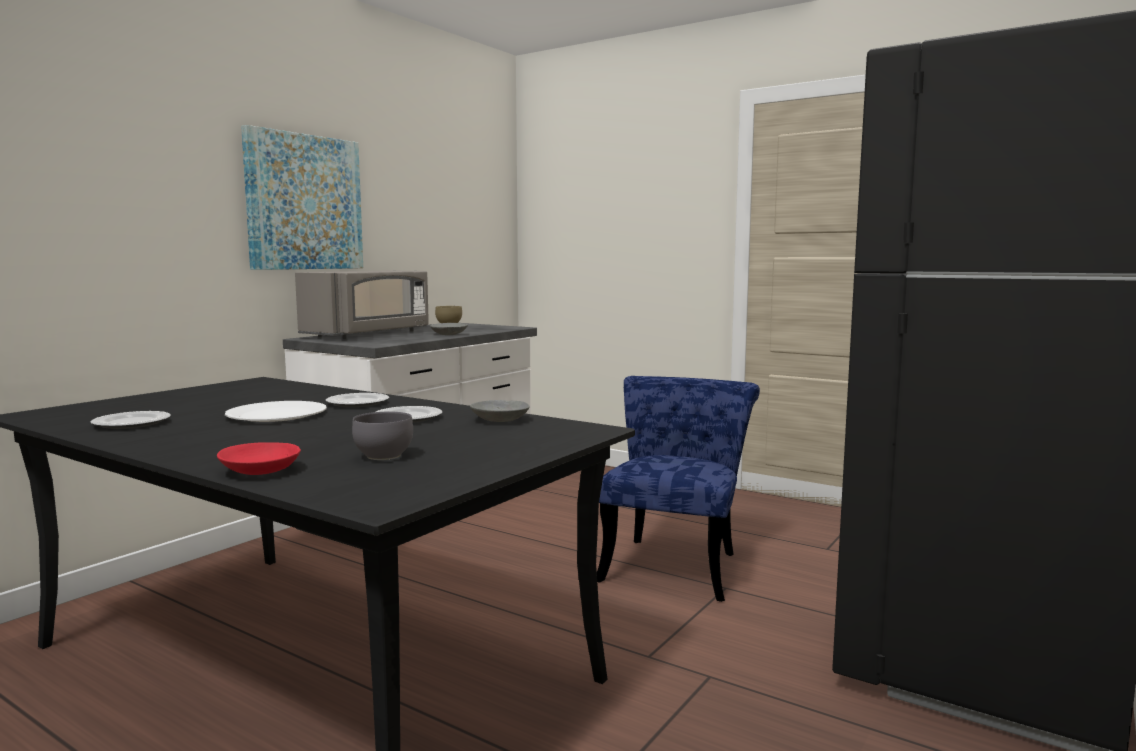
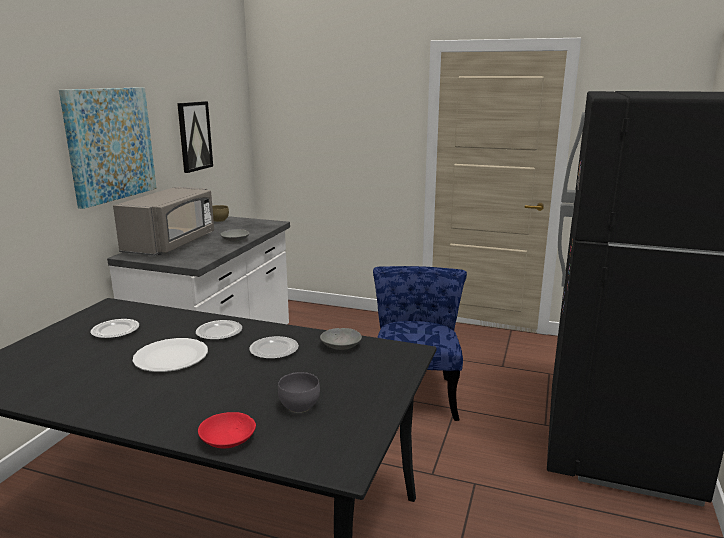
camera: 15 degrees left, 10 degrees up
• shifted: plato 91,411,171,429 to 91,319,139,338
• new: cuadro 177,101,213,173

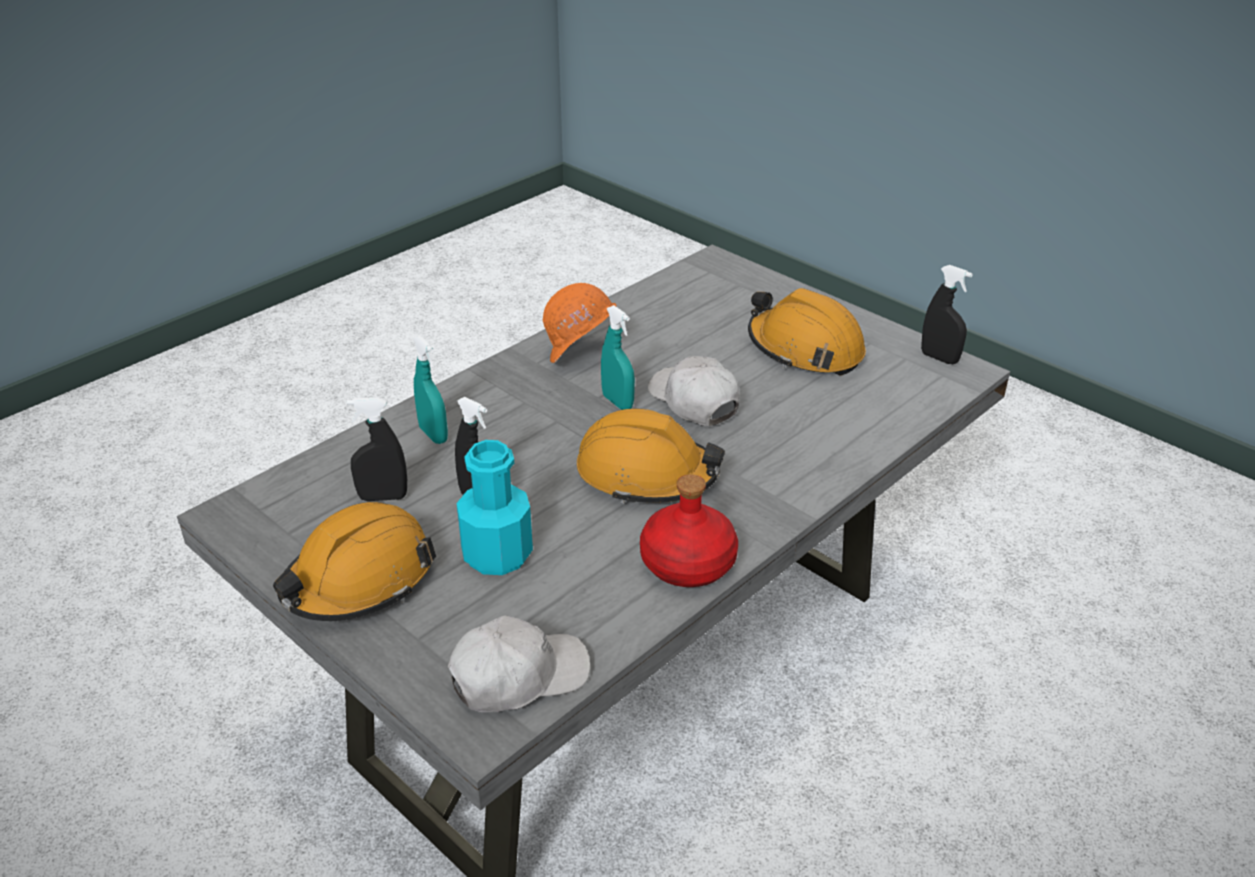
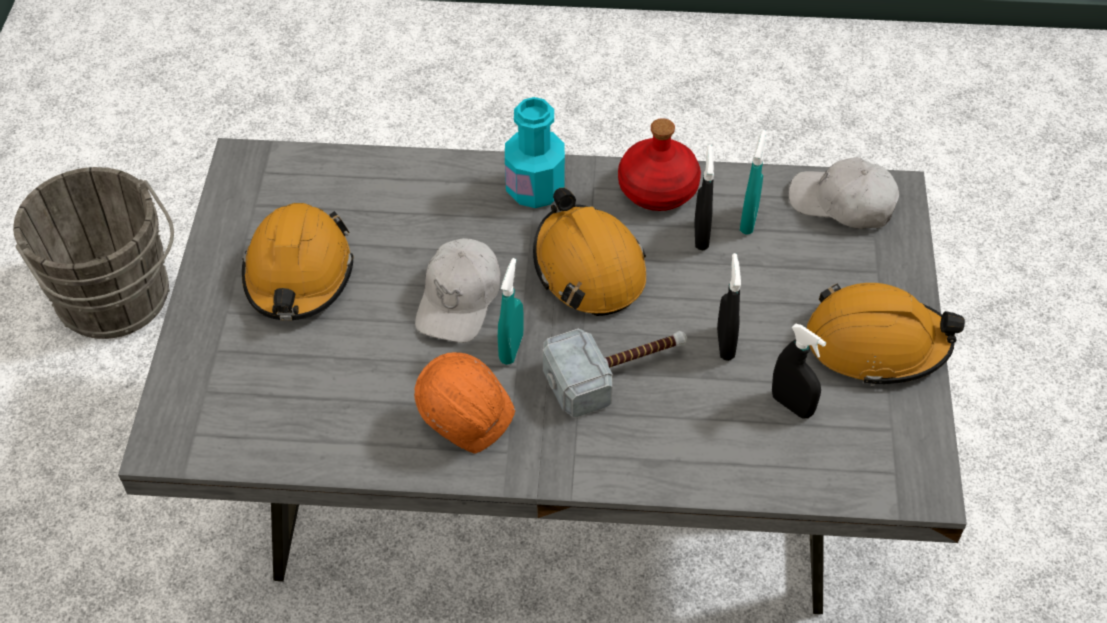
camera: 130 degrees left, 15 degrees up
• shifted: pulverizador/turquesa 413,336,448,444 to 740,130,766,235
• shifted: botella/turquesa 457,440,533,575 to 505,97,565,208
• shifted: pulverizador/negro 921,265,973,364 to 694,145,714,250
• new: cubo/gris 13,167,174,339
• new: martillo 543,329,687,417

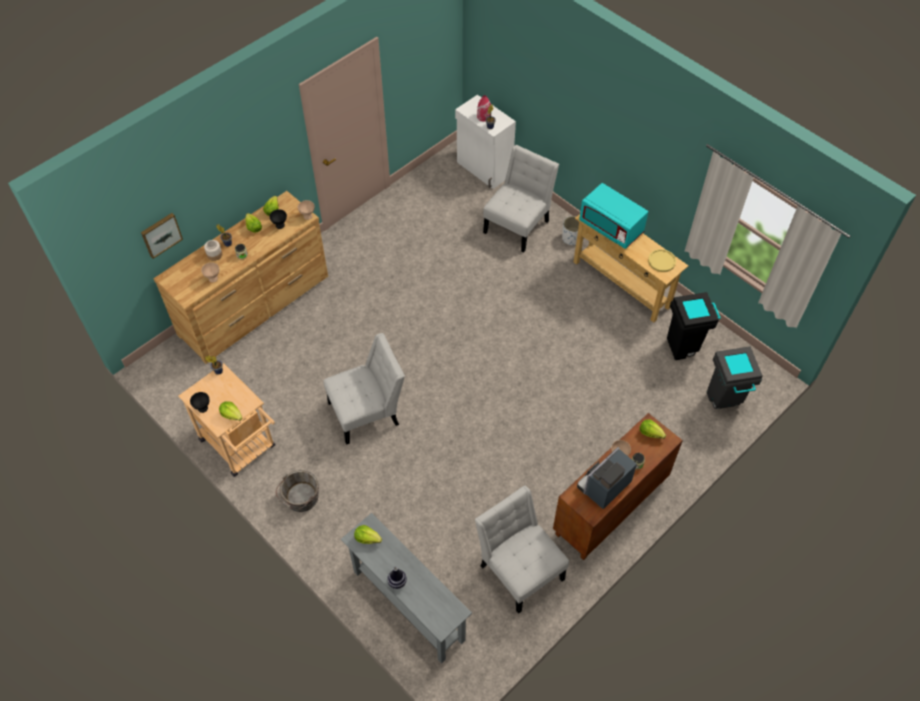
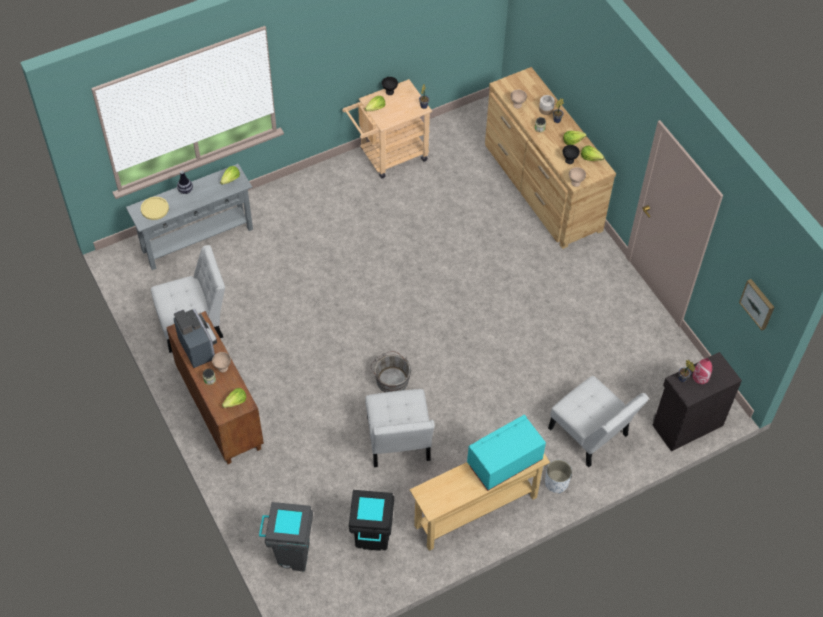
camera: 105 degrees right, 0 degrees up
• shifted: cuadro 141,213,183,259 to 739,279,774,331
• shifted: cubo/gris 276,470,319,512 to 371,351,411,392
• shifted: silla/blanco 323,333,405,445 to 365,389,435,467
• repainted: armario/blanco 455,95,516,189 to armario/negro 653,352,742,452
• shifted: plato/amarillo 648,249,676,272 to 141,197,169,220

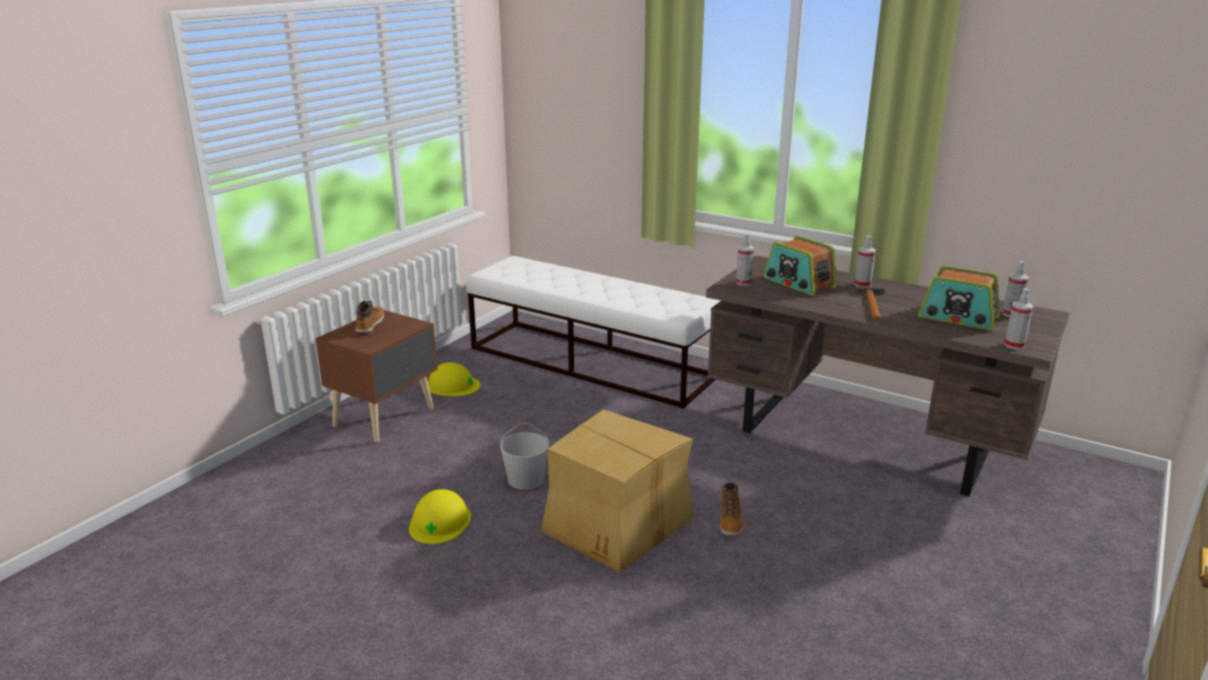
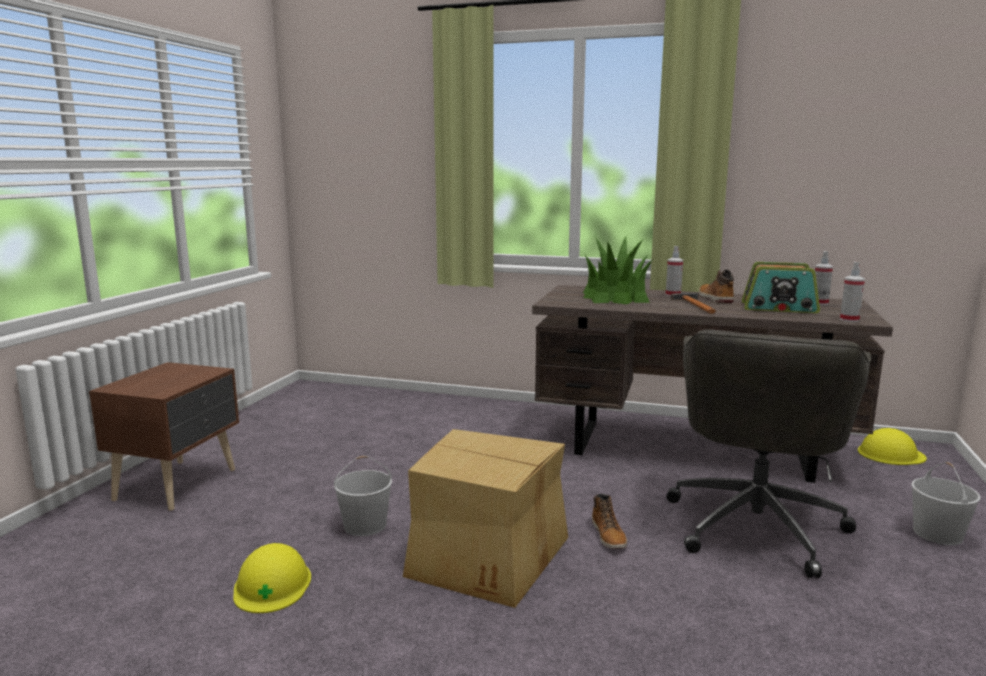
camera: 15 degrees left, 10 degrees down
• shifted: bota 355,300,384,335 to 699,270,734,303
• shifted: casco/amarillo 428,362,481,396 to 858,428,927,465
• gone: banco/blanco 466,256,721,409
• gone: pulverizador 736,233,754,286
• swapped: radio 764,236,837,295 to planta en maceta 583,237,652,304
• new: silla de oficina/gris 666,329,871,578
• new: cubo/blanco 911,462,981,545

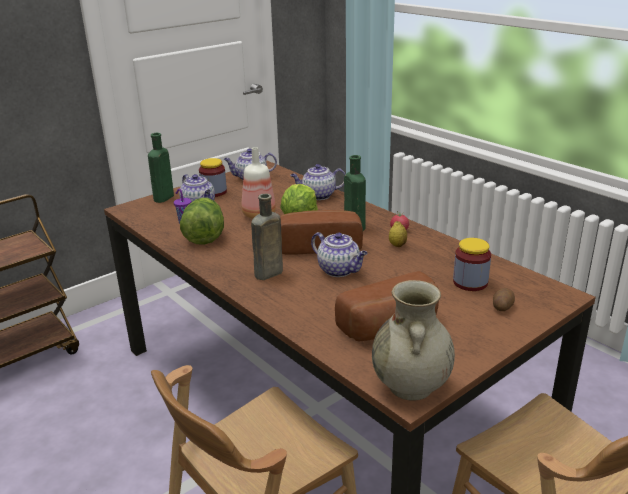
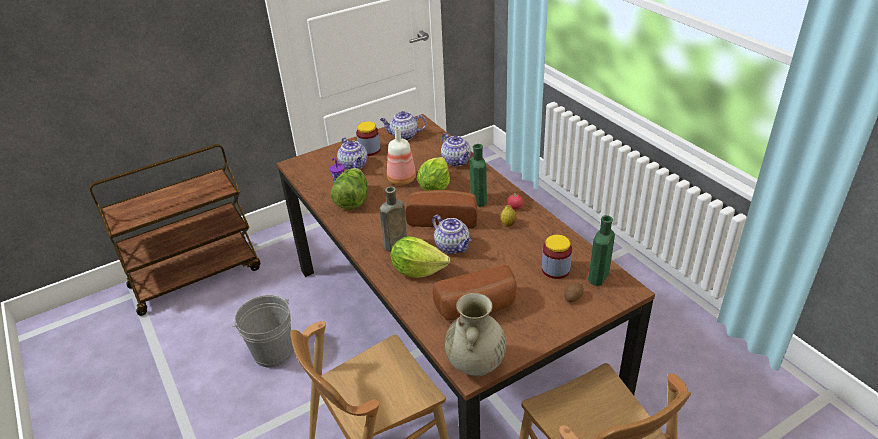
camera: 10 degrees right, 10 degrees up
• shifted: botella/verde 148,133,174,203 to 588,215,615,286
• rotated: tetera 290,164,345,200 = 441,133,471,166 120 degrees counterclockwise
• new: cubo/gris 232,295,293,367
• new: lechuga 391,237,450,278

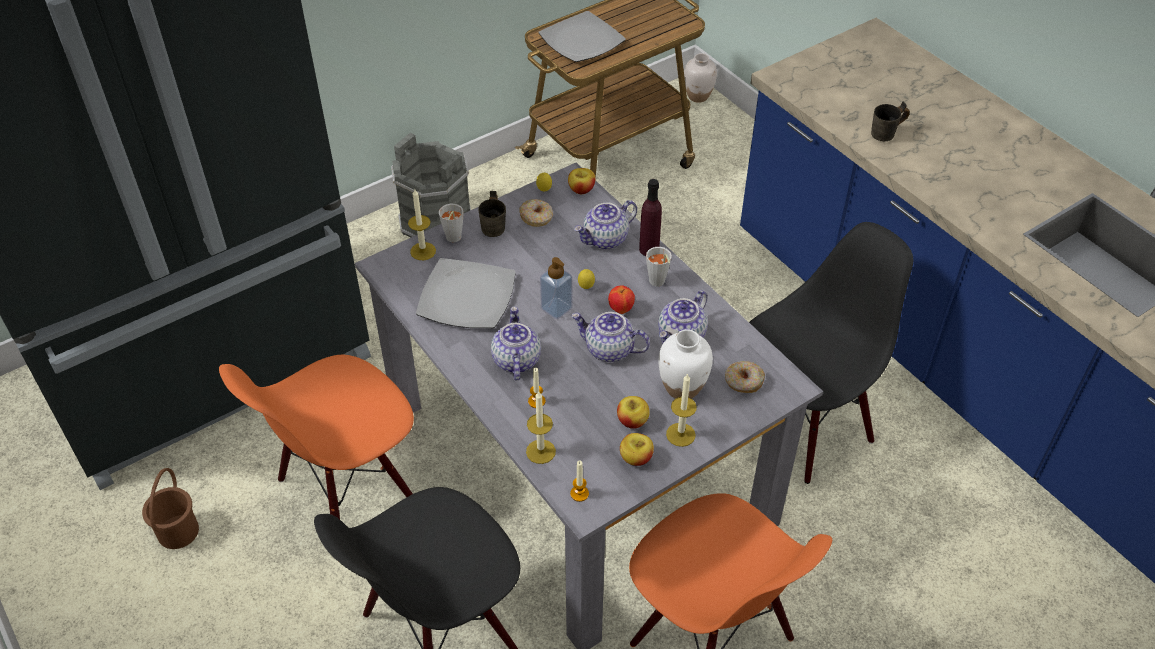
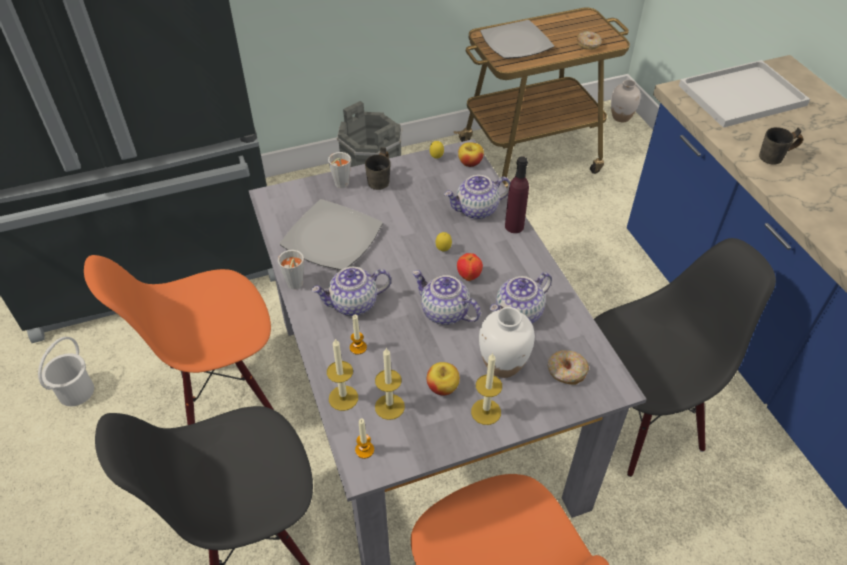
camera: 15 degrees right, 0 degrees up
• repainted: cubo/marrón 142,468,199,549 to cubo/blanco 38,337,94,406
• shifted: vela 408,188,436,260 to 375,348,405,420
• rotated: tetera 491,306,541,381 = 311,267,391,316 120 degrees counterclockwise
• shifted: rosquilla 519,199,553,227 to 577,31,602,50
• gone: dispensador de jabón 540,257,572,319
• gone: manzana 620,433,654,466
• shifted: taza/gris 646,247,672,286 to 278,250,304,289
• new: bandeja/blanco 679,60,810,128

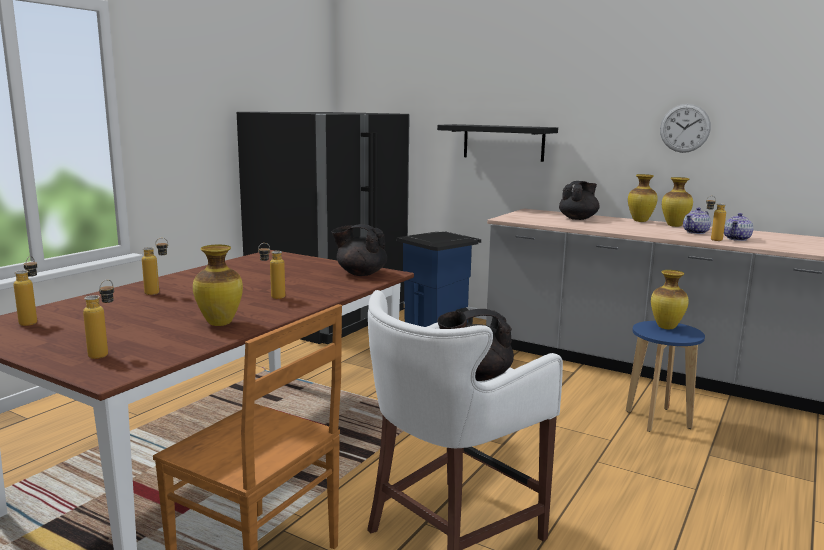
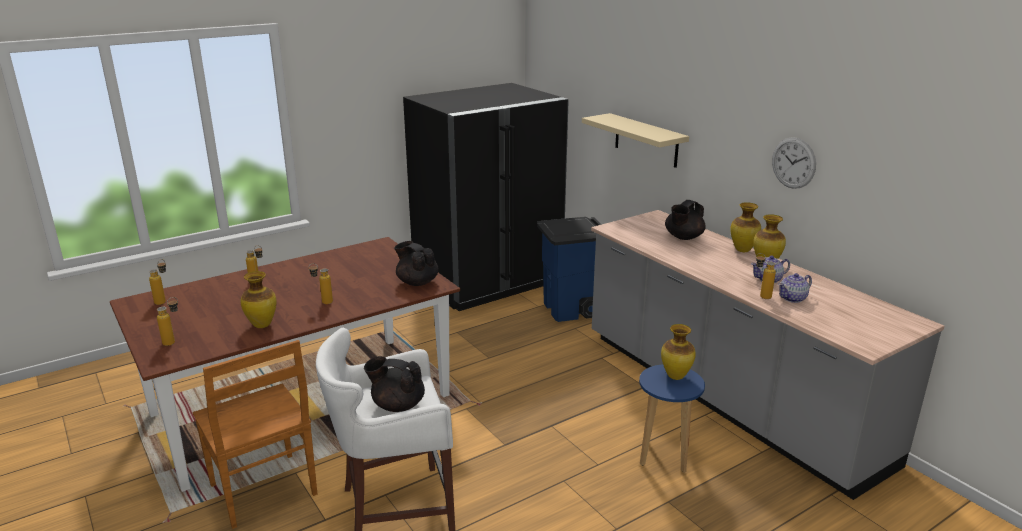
camera: 25 degrees right, 10 degrees up
• repainted: estante/negro 437,124,558,162 to estante/beis 582,113,689,168
• rotated: tetera/negro 559,181,600,220 = 665,200,706,240 150 degrees clockwise

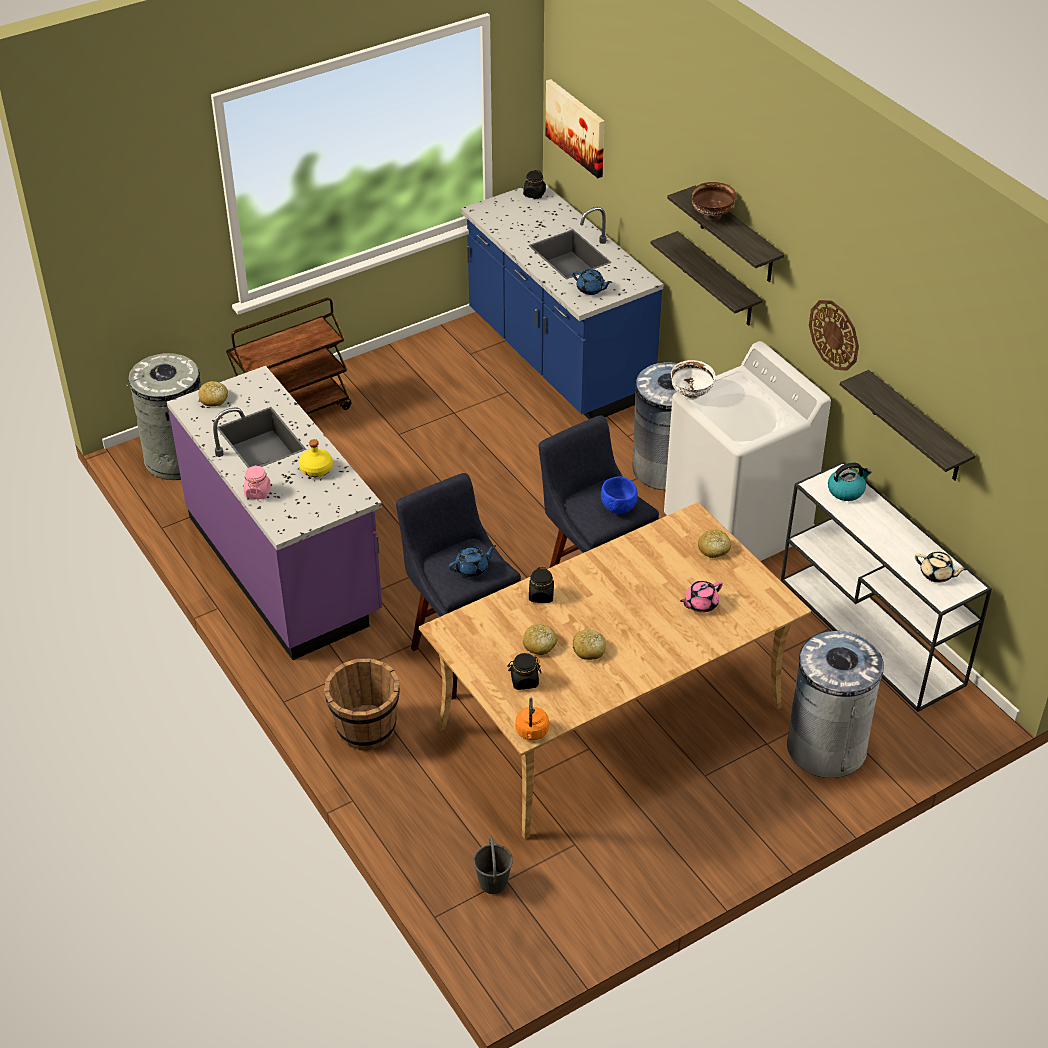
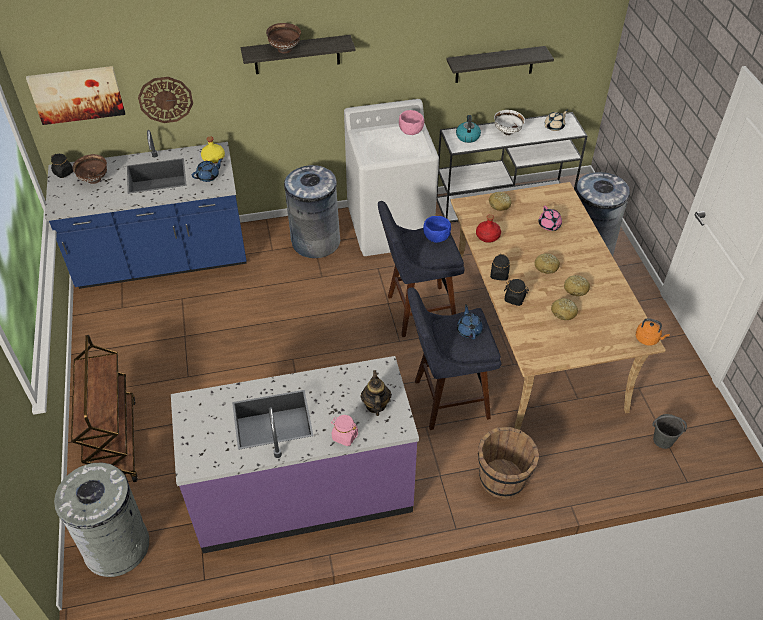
camera: 70 degrees left, 5 degrees up
• shifted: pan 198,381,228,406 to 535,253,560,274
• shifted: botella/amarillo 299,439,333,477 to 201,136,225,164
• shifted: tarro/negro 507,653,541,690 to 490,254,510,281
• gone: estante 650,231,763,326
• shifted: cuenco/blanco 671,360,716,400 to 494,110,525,136
• shifted: reloj de pared 809,300,859,371 to 138,77,193,123
• new: cuenco/marrón 72,154,107,184
• new: tetera 360,370,392,416
• new: cuenco/rosa 399,110,424,135
• new: botella/rojo 476,214,501,243

